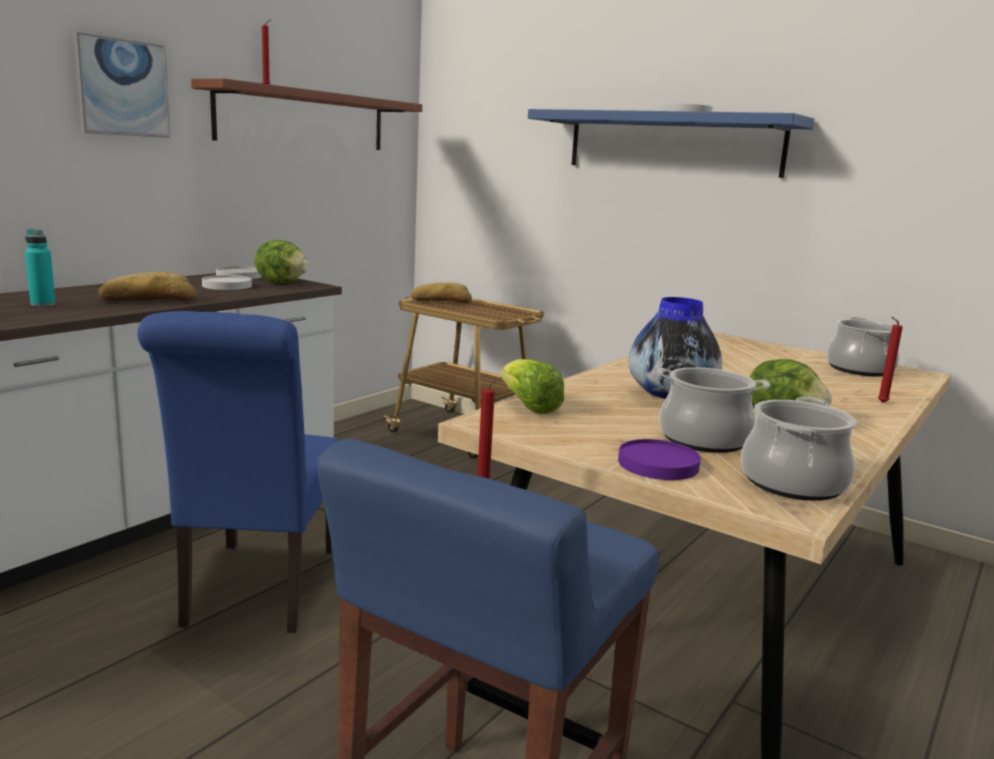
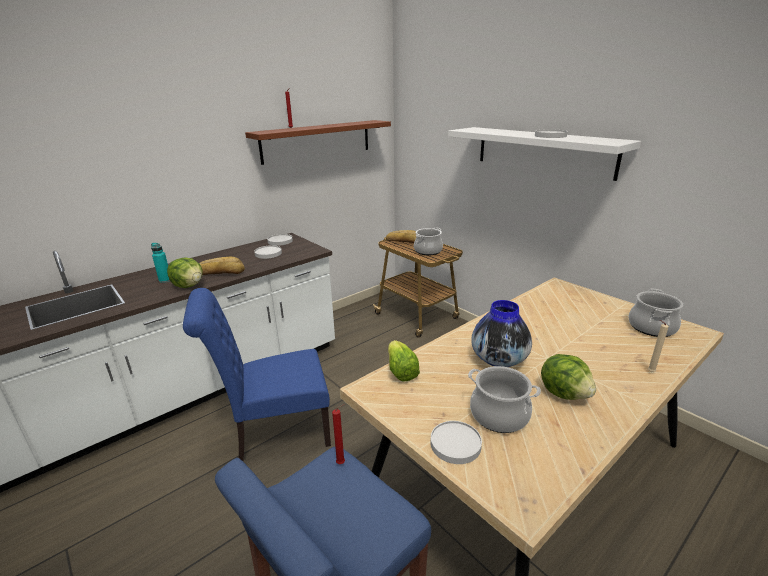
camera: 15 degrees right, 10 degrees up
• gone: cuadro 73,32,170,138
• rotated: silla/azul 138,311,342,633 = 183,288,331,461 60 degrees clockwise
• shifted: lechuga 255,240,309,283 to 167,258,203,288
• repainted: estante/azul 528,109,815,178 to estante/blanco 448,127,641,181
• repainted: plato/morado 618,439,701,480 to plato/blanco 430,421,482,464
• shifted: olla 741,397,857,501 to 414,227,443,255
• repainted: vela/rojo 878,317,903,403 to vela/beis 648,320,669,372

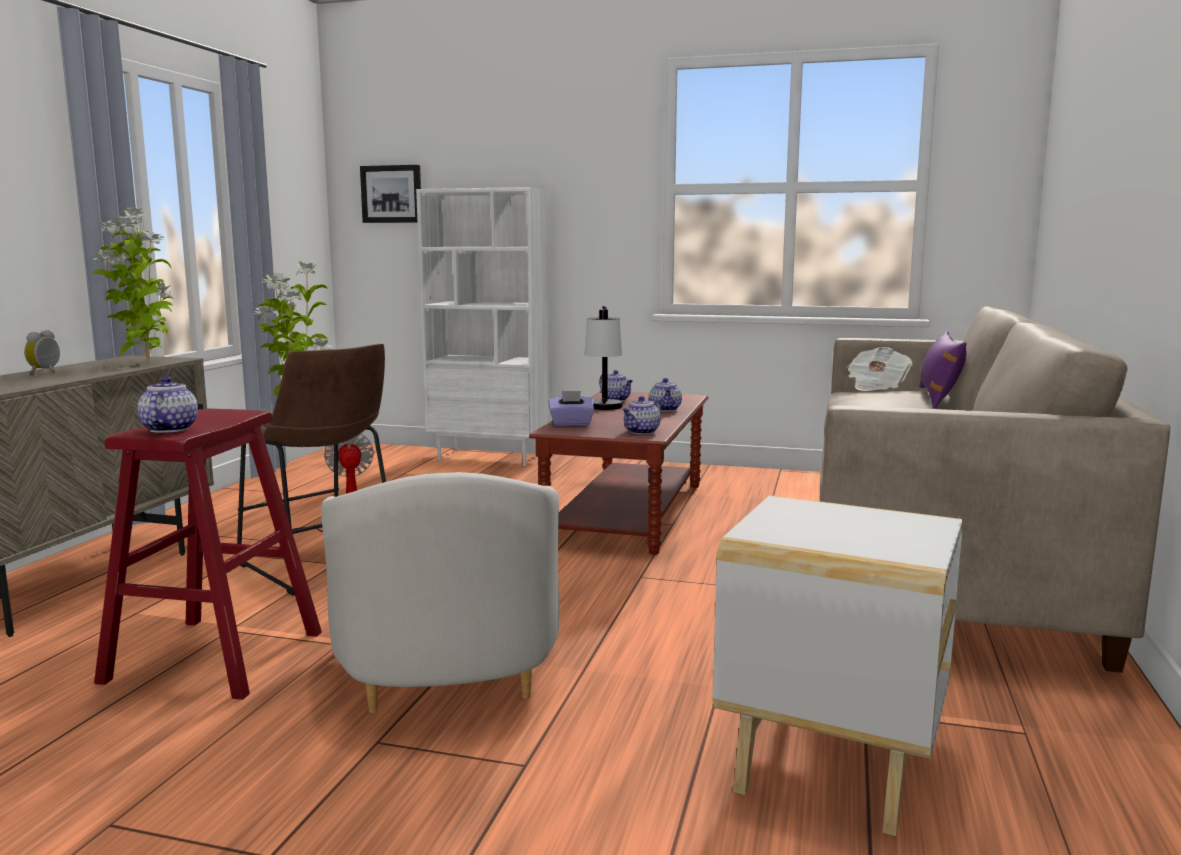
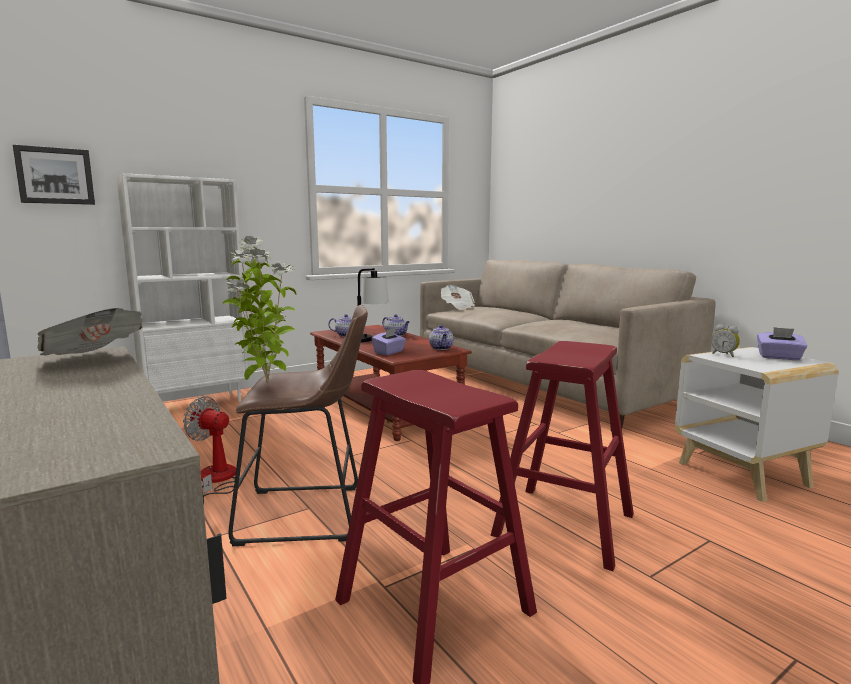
camera: 50 degrees left, 0 degrees up
• shifted: despertador 24,330,60,374 to 711,324,740,357
• swapped: planta en maceta 93,207,174,363 to periódico 37,308,143,356
• gone: tetera 138,376,198,433
• swapped: sillón/blanco 321,472,559,713 to taburete/rojo 491,341,634,571
• gone: cojín/morado 919,331,966,409
• new: caja de pañuelos/morado 757,327,807,360

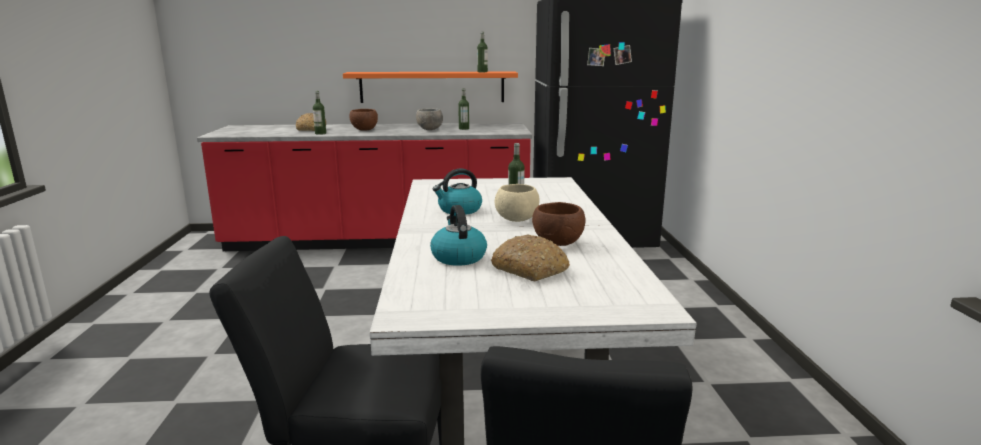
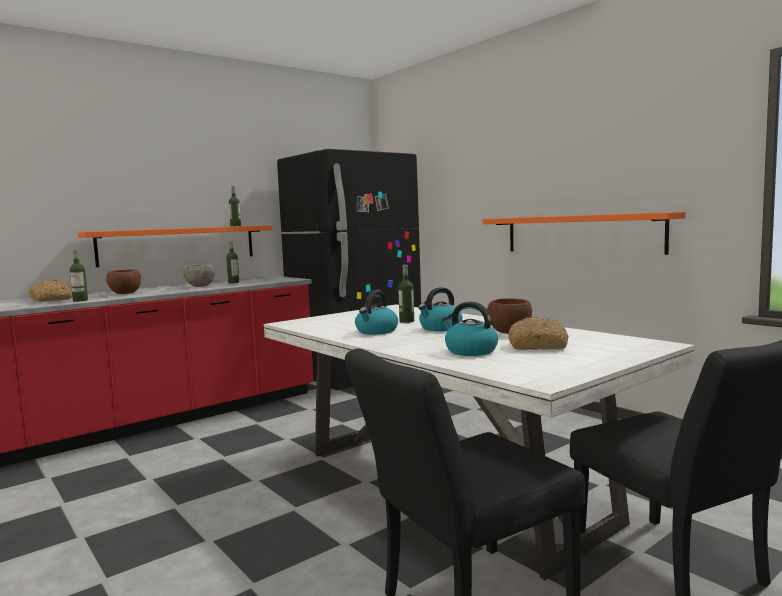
camera: 35 degrees left, 10 degrees down
• swapped: cuenco/beis 495,184,540,222 to hervidor 418,287,462,331
• new: estante/naranja 482,212,685,255

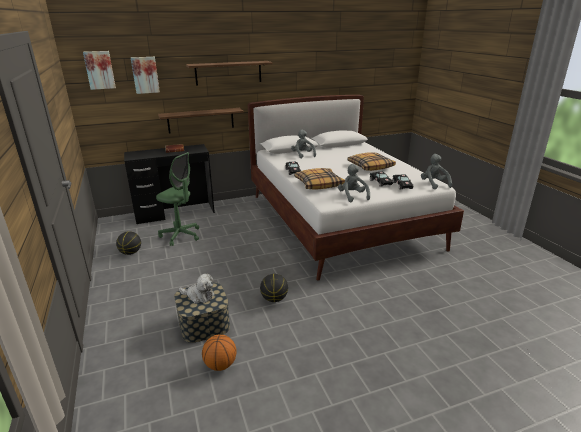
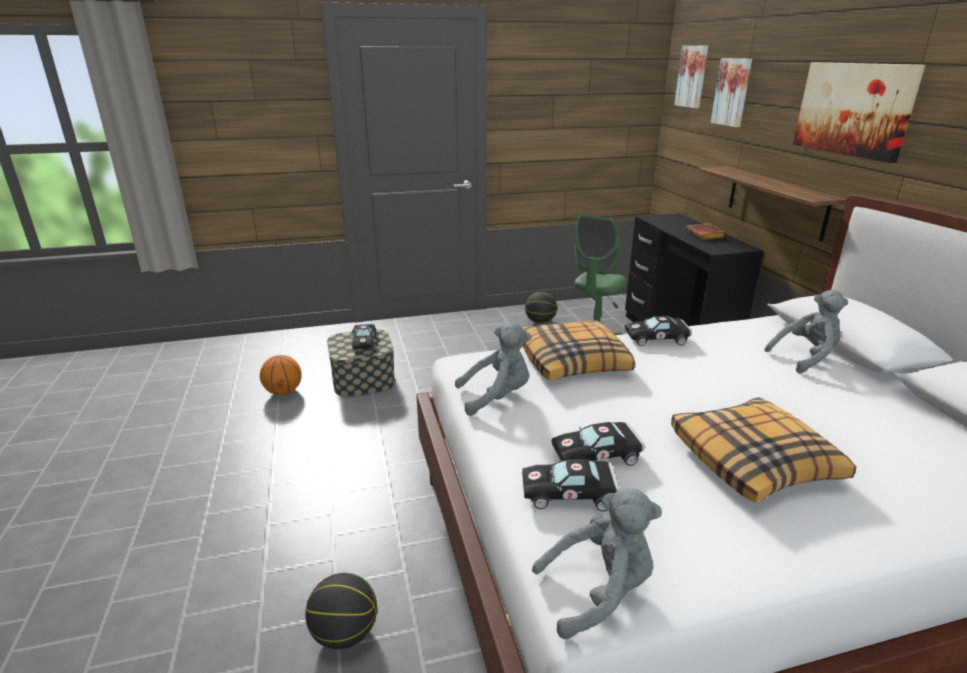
camera: 95 degrees right, 0 degrees up
• swapped: peluche 179,274,214,304 to coche de juguete/negro 352,324,377,350
• swapped: estante 186,61,273,86 to cuadro 793,62,925,163
• shifted: balón de baloncesto 260,274,288,302 to 305,573,377,649

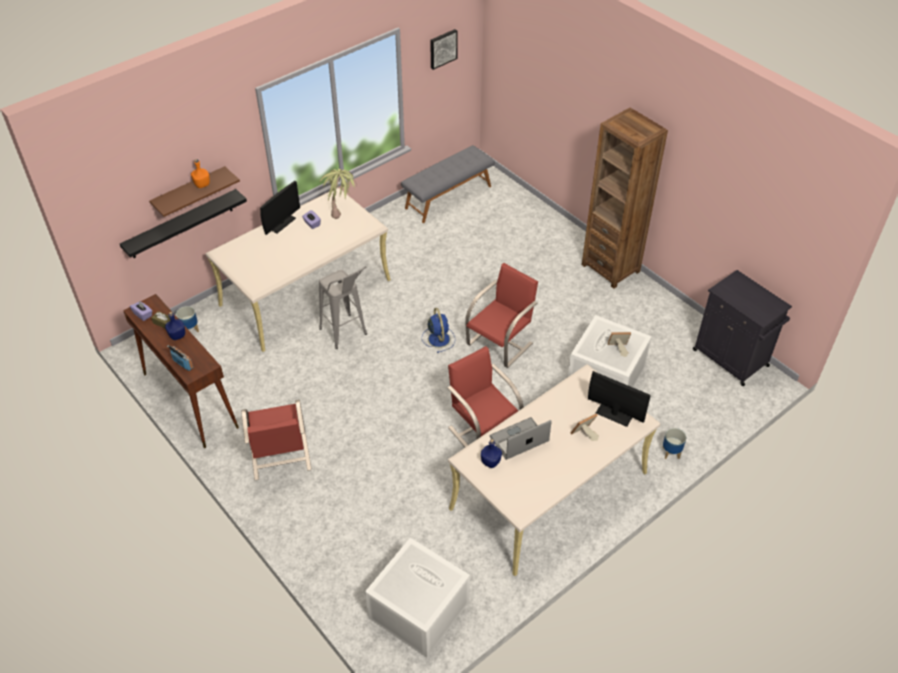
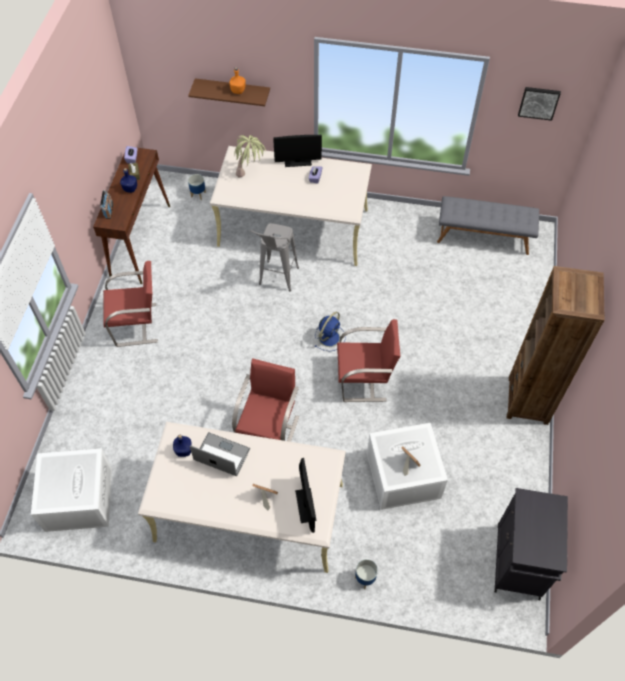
camera: 50 degrees right, 10 degrees up
• gone: estante/negro 120,189,247,258
• rotated: silla/rojo 242,400,312,480 = 103,261,158,347 135 degrees counterclockwise
• shifted: planta en maceta 319,169,355,219 to 234,135,266,178

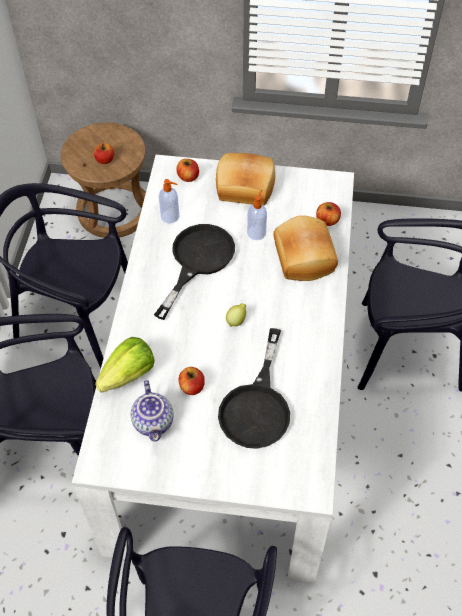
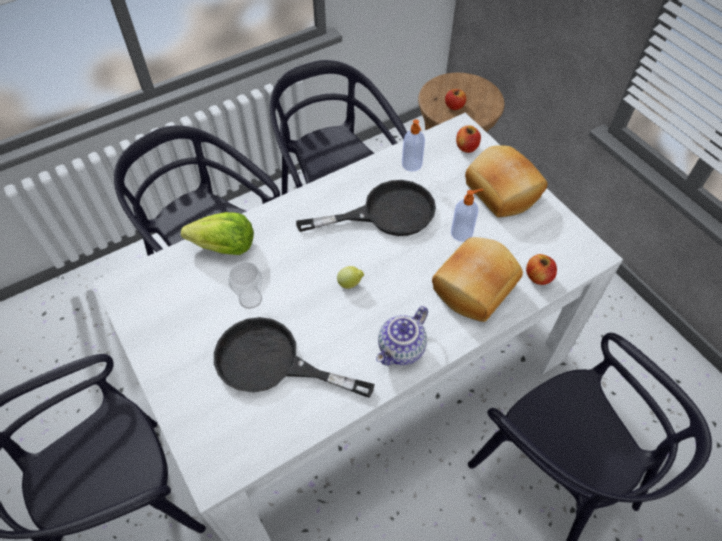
camera: 50 degrees right, 0 degrees up
• shifted: tetera 131,380,174,442 to 376,306,428,365
• swapped: manzana 179,367,205,395 to taza 228,262,263,309
• rotated: sartén/negro 218,328,290,449 = 214,317,375,398 45 degrees clockwise

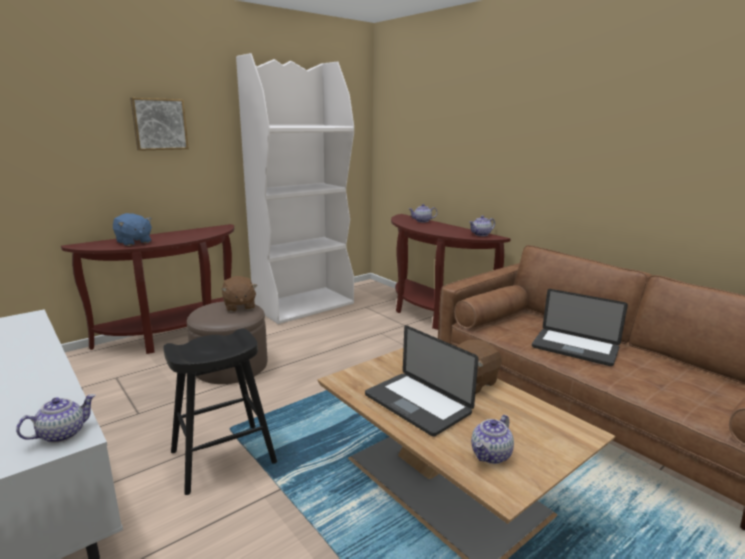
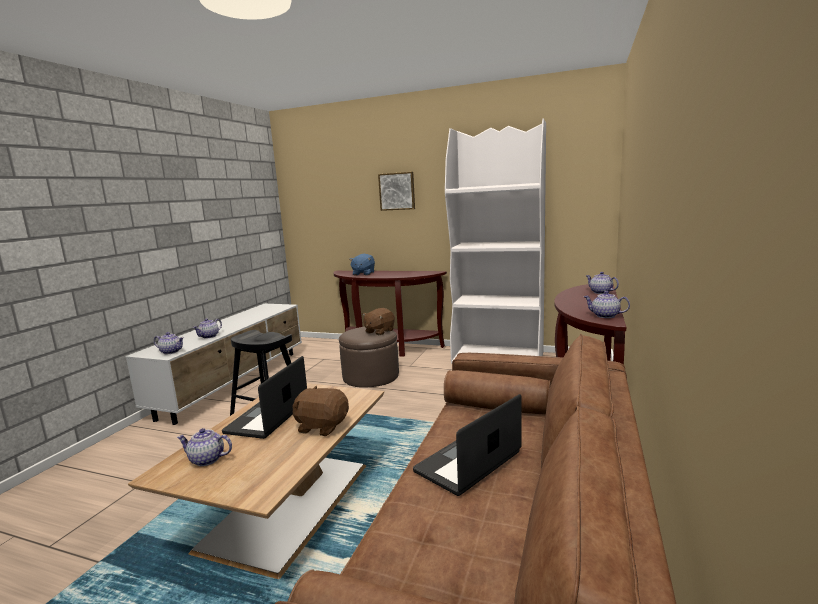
camera: 60 degrees right, 5 degrees down
• rotated: portátil 532,289,628,366 = 413,394,522,496 45 degrees clockwise
• new: tetera 193,318,222,338

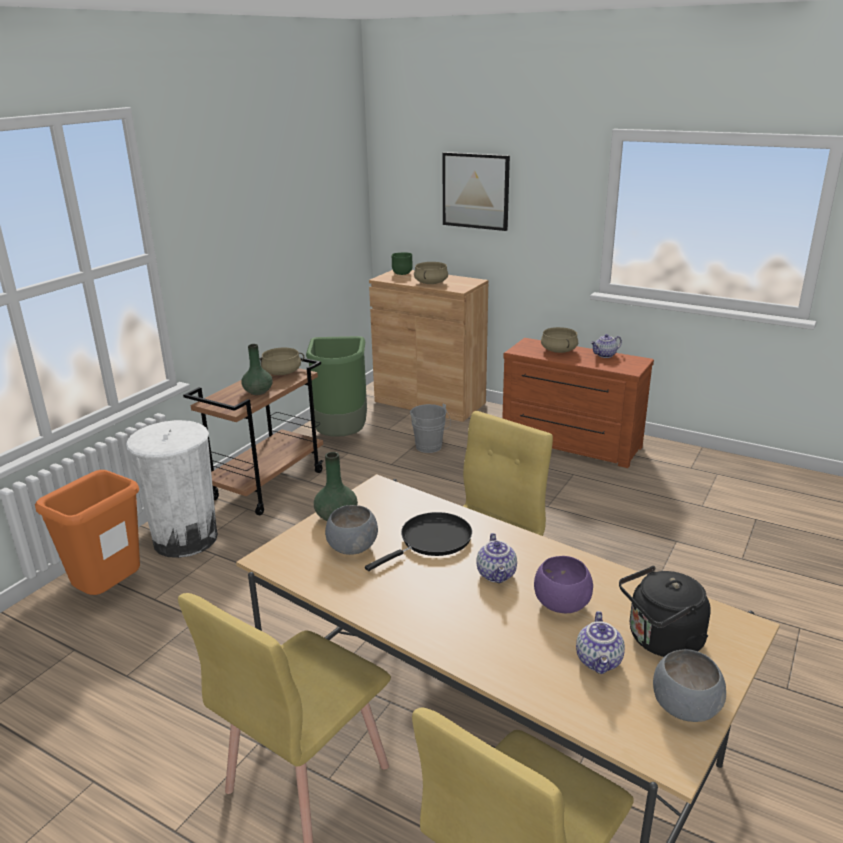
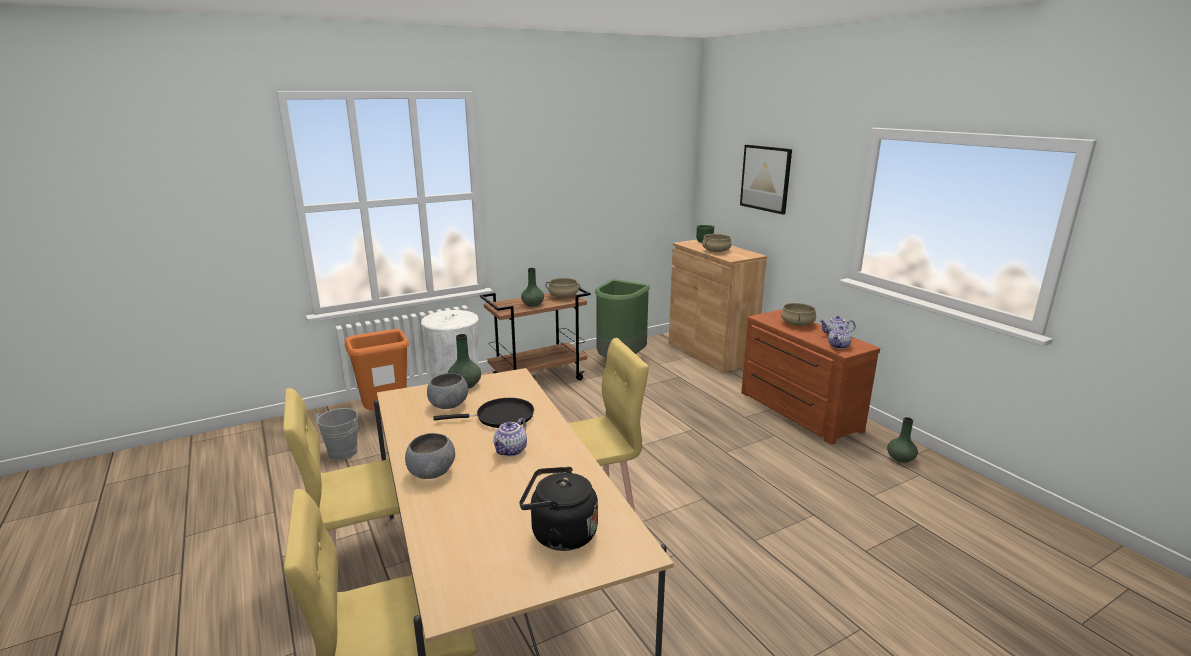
camera: 30 degrees right, 5 degrees down
• shifted: cubo/gris 410,404,451,453 to 315,408,359,460
• gone: cuenco/morado 534,556,593,613
• shifted: tetera 576,611,625,674 to 828,326,852,349
• shifted: cuenco/gris 653,649,726,722 to 405,433,455,479
• new: florero/verde 887,417,918,463

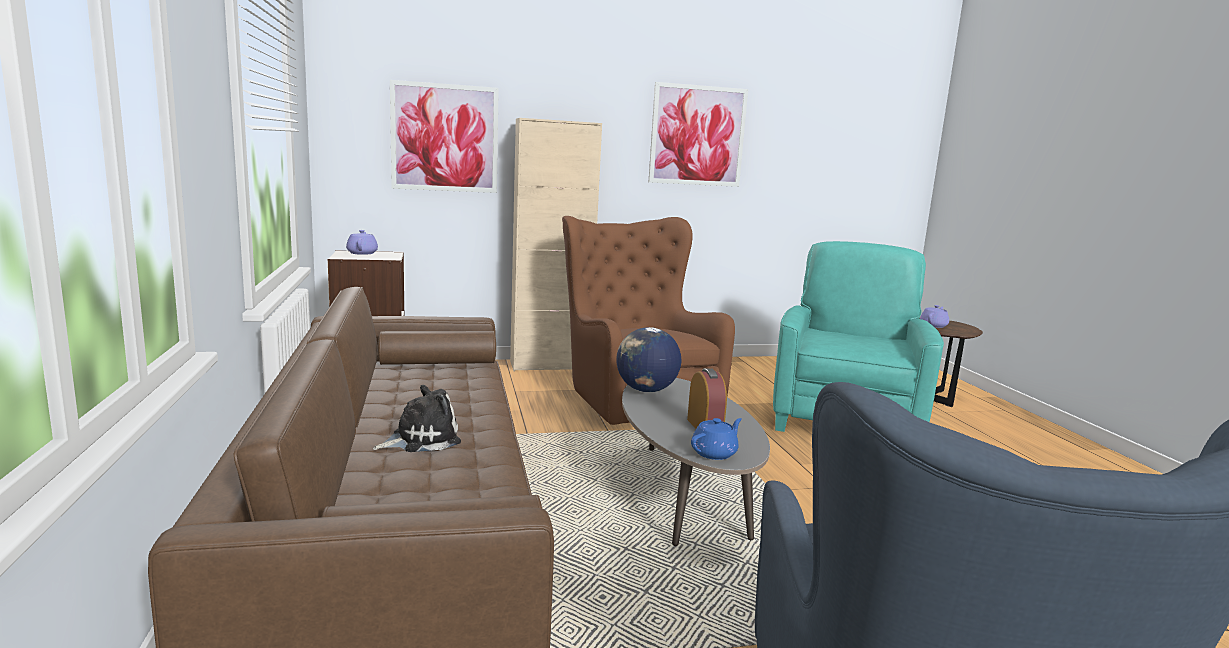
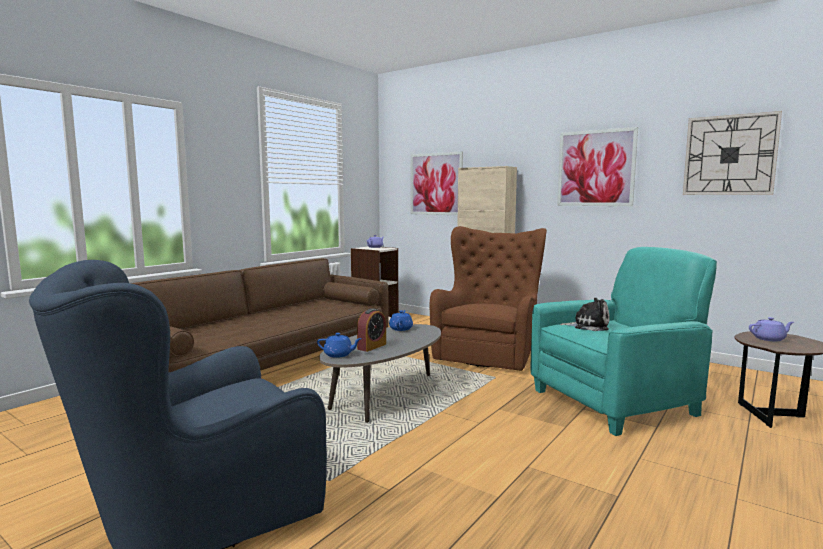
camera: 50 degrees right, 5 degrees down
• shifted: peluche 373,385,461,452 to 560,298,610,331
• swapped: globo terráqueo 617,327,681,392 to tetera/azul 389,310,413,331
• new: reloj de pared 683,111,782,195

